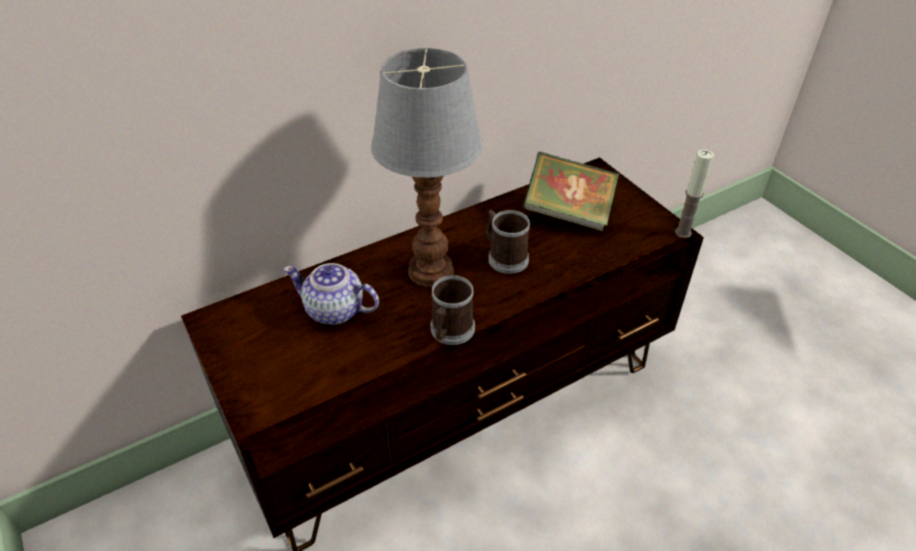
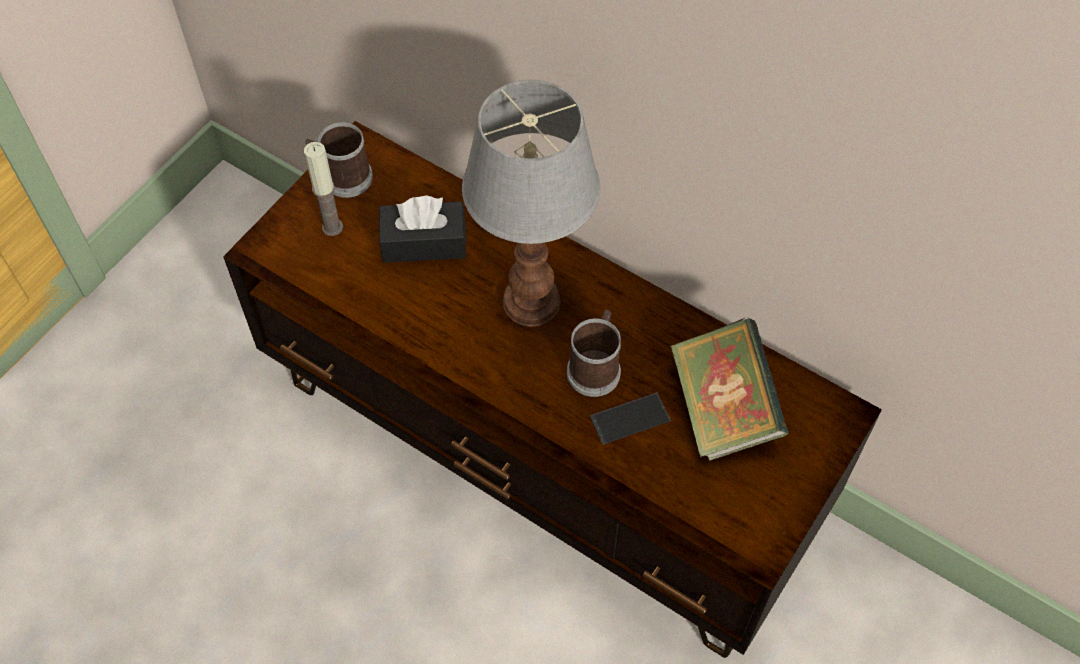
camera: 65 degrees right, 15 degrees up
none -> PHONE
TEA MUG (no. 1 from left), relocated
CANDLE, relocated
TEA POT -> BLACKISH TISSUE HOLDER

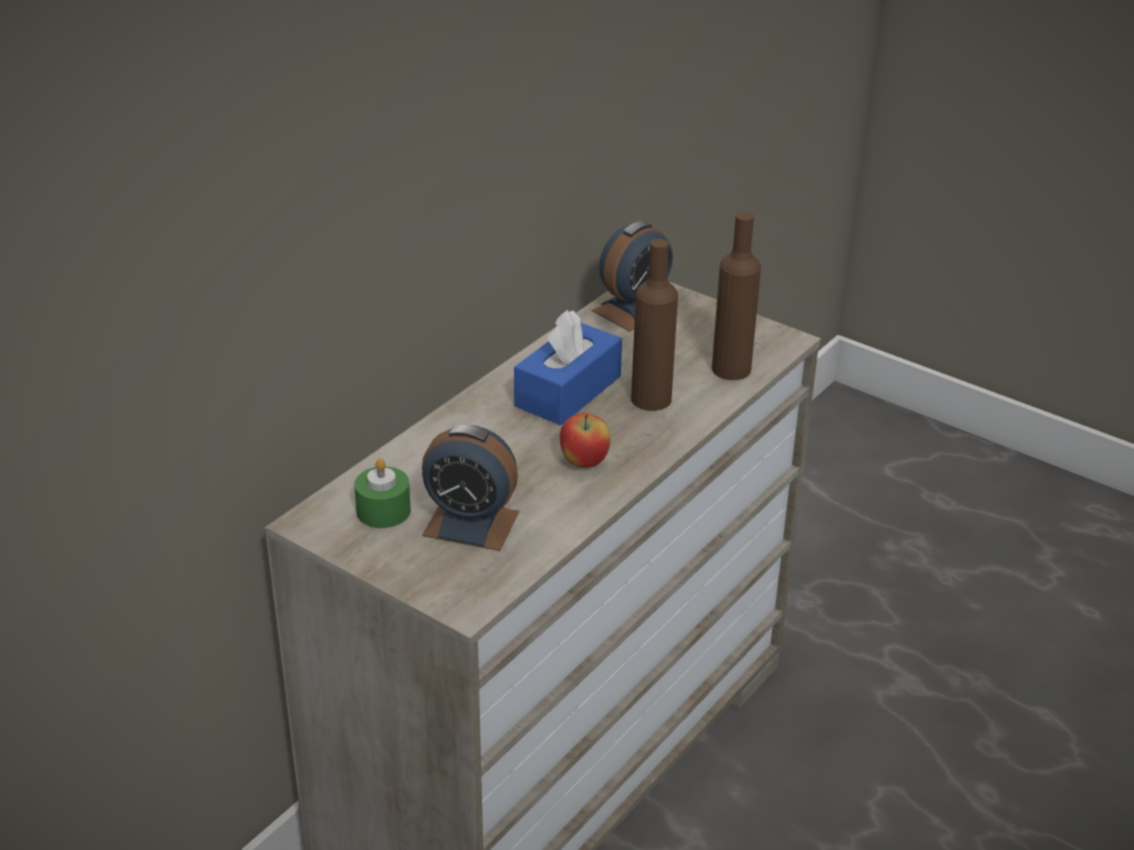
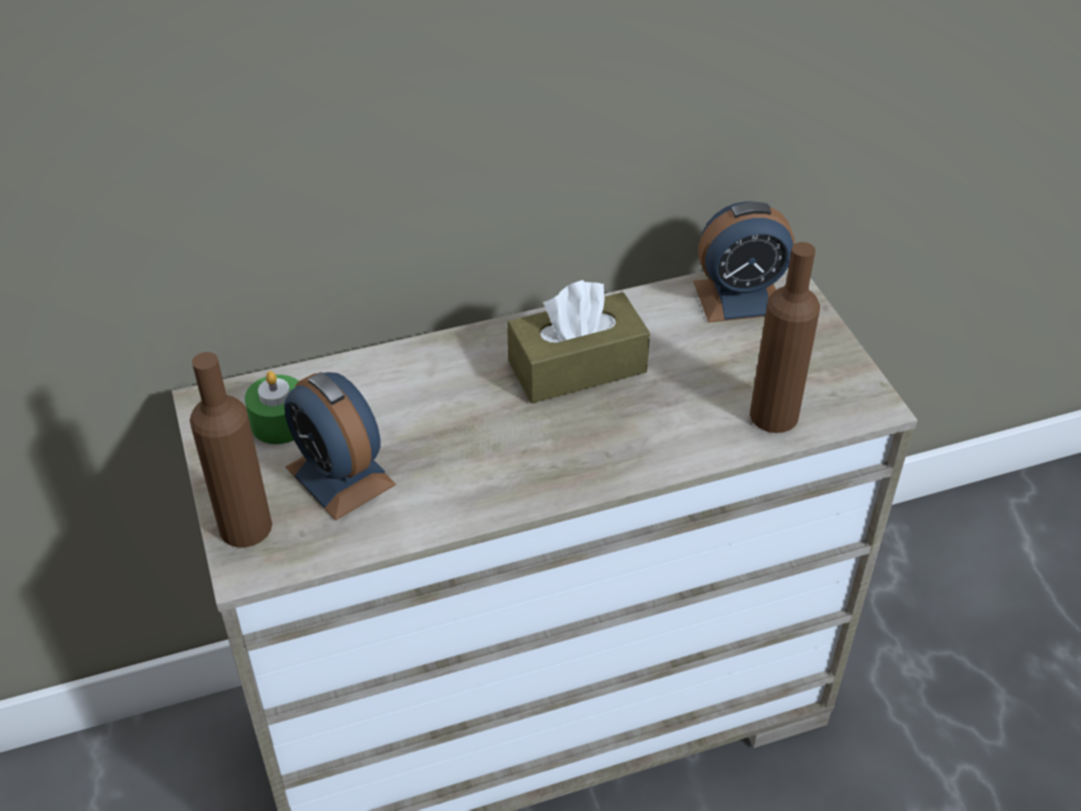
camera: 35 degrees right, 10 degrees up
WHOLE APPLE -> none
BROWN-COLOURED BOTTLE (no. 1 from left), relocated
BLUE-COLOURED TISSUE HOLDER -> BROWN-COLOURED TISSUE HOLDER

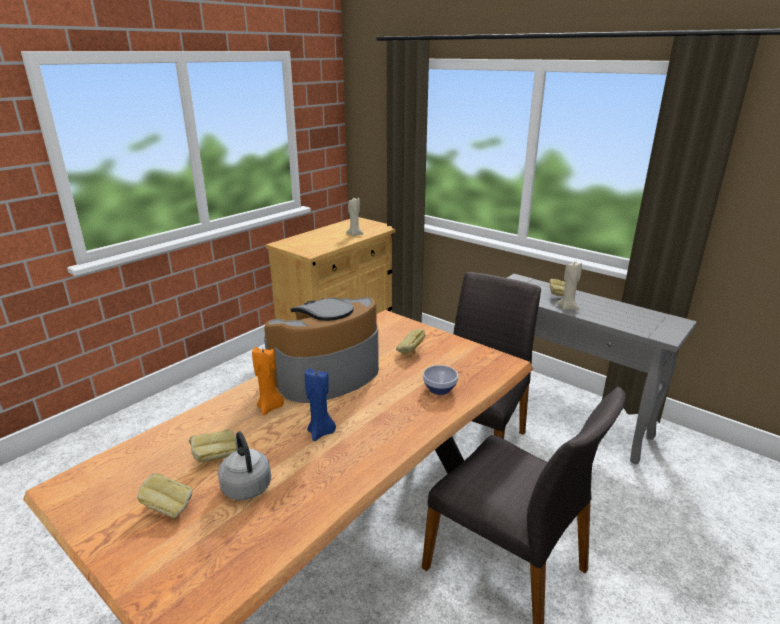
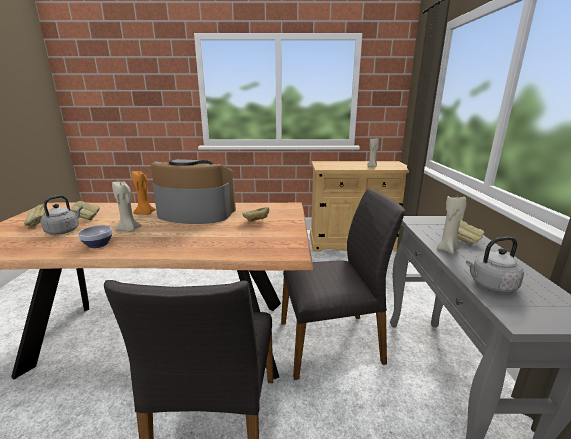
camera: 50 degrees right, 5 degrees down
none -> GREY TEA KETTLE (no. 2 from left)
DEEP DISH, relocated
BLUE-COLOURED CANDLE -> BEIGE CANDLE (no. 1 from left)

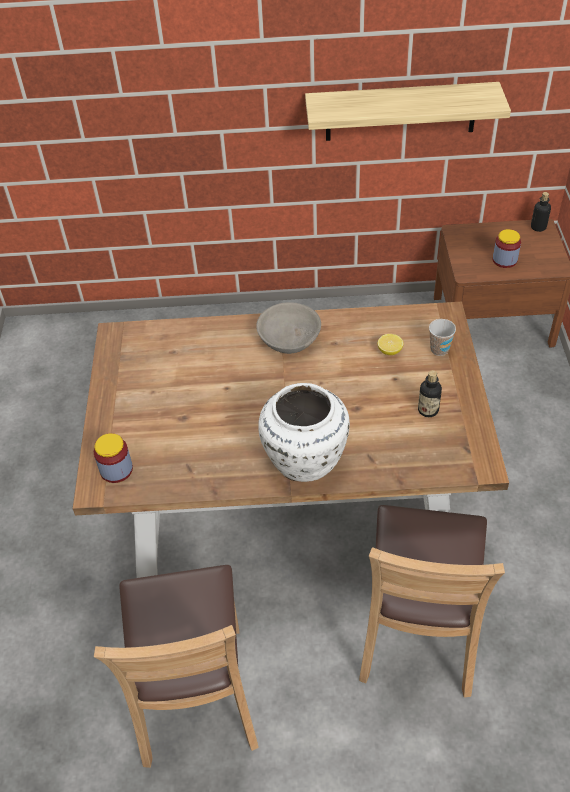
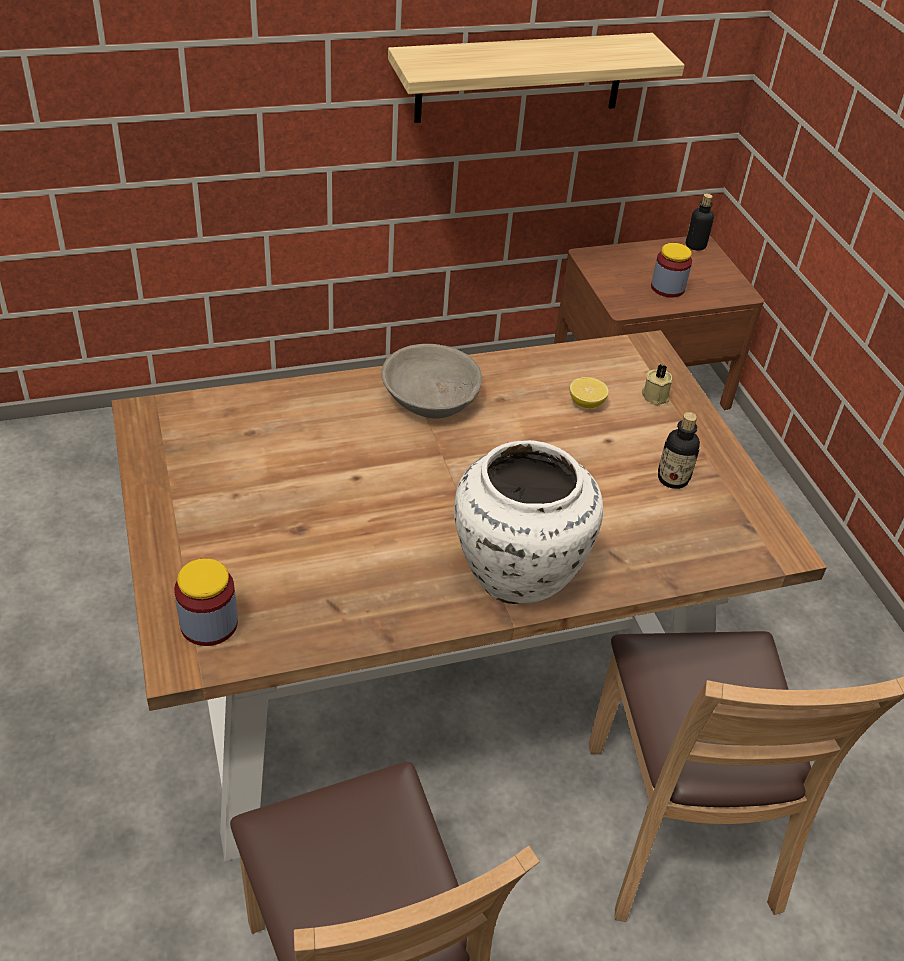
camera: 20 degrees left, 5 degrees down
DRINKING CUP -> BEIGE CANDLE

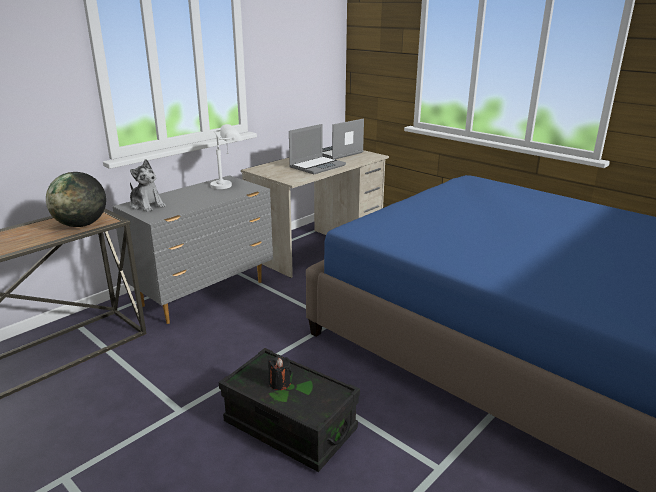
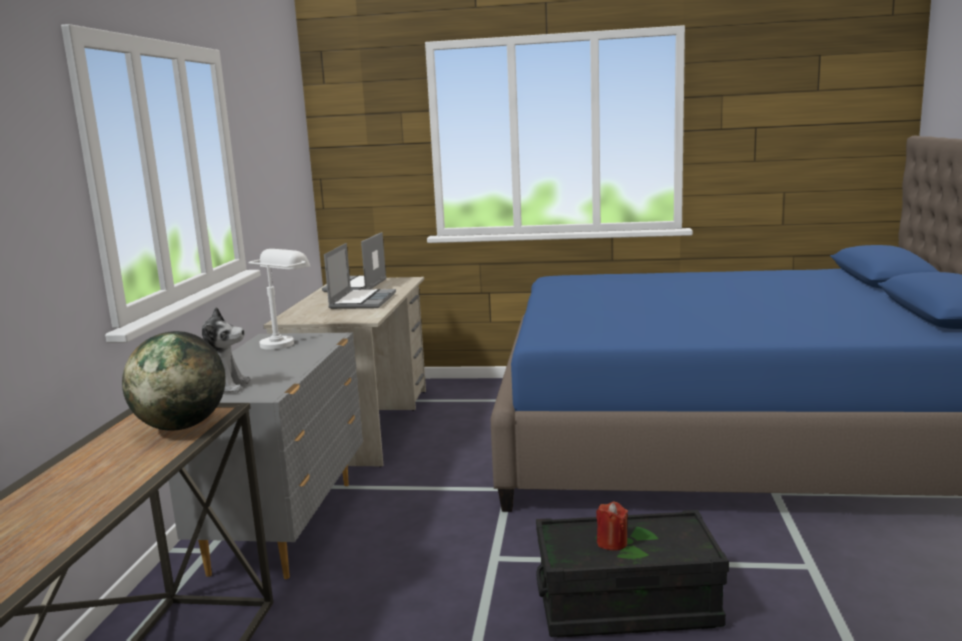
camera: 35 degrees left, 10 degrees down
BLACKISH CANDLE -> RED CANDLE

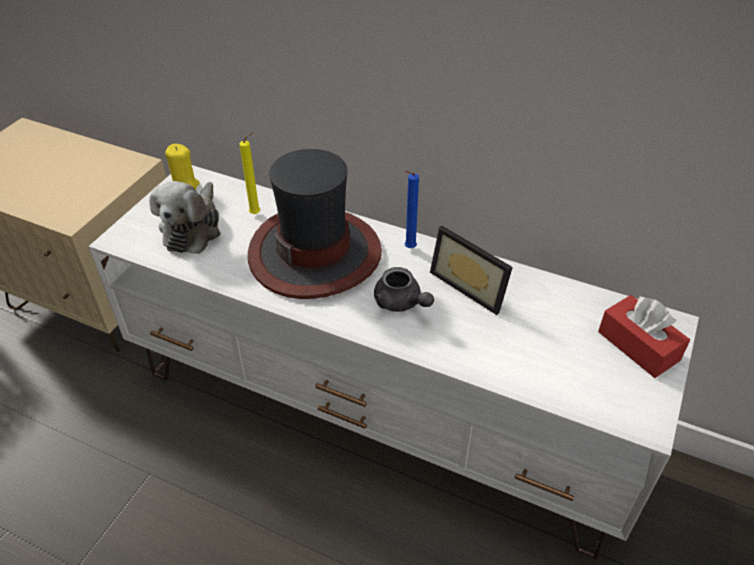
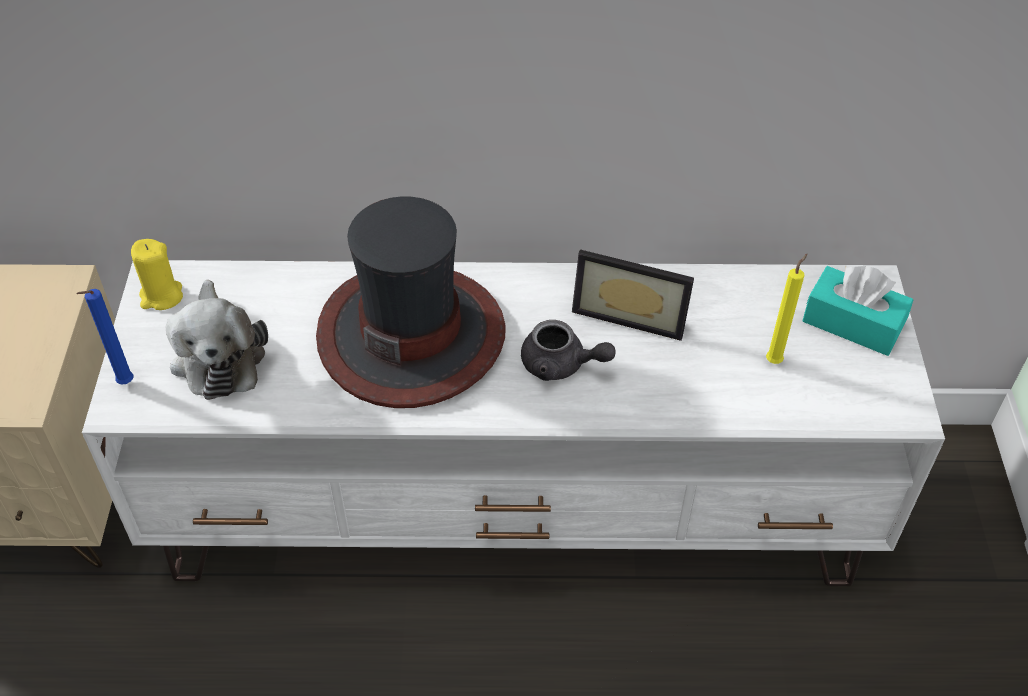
camera: 25 degrees left, 5 degrees up
YELLOW CANDLE (no. 2 from left), relocated
BLUE-COLOURED CANDLE, relocated
RED TISSUE HOLDER -> TURQUOISE TISSUE HOLDER

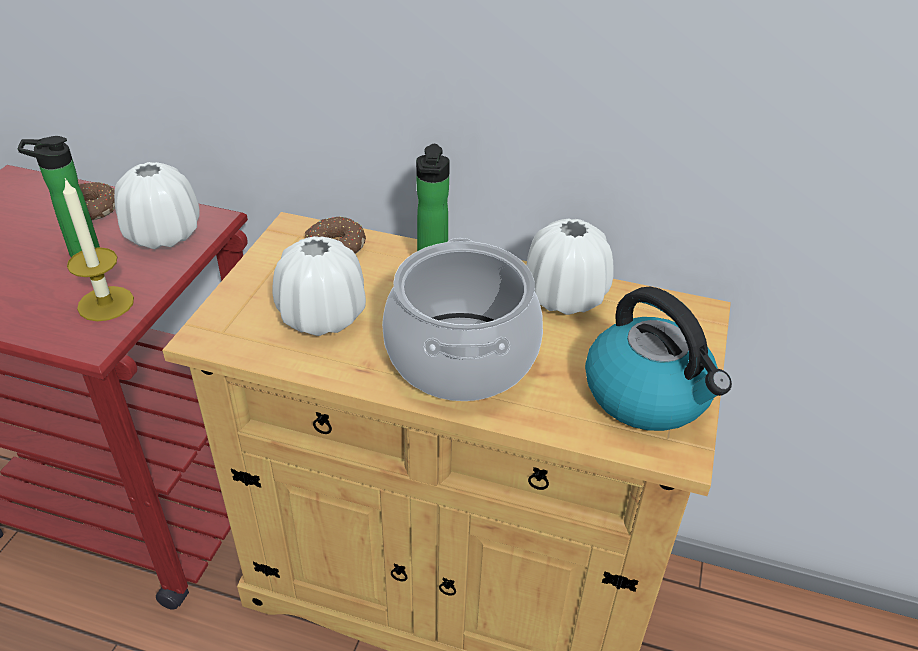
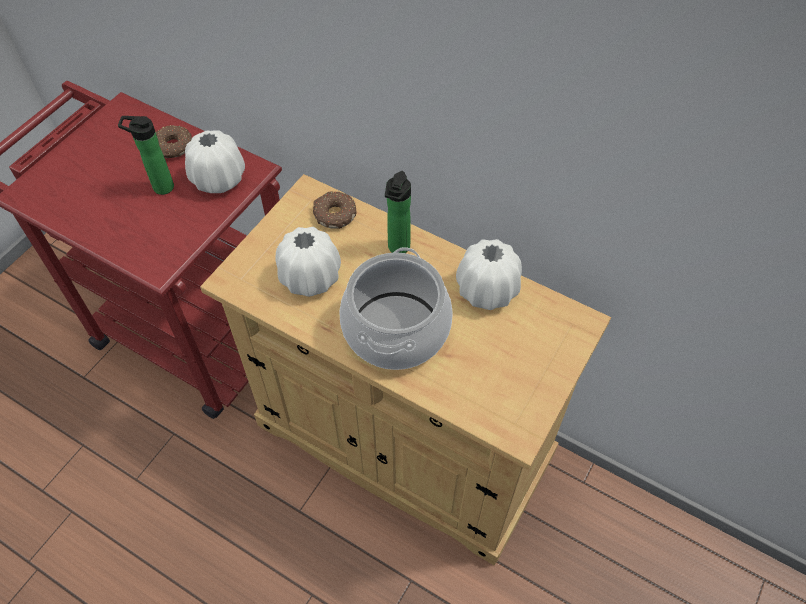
camera: 15 degrees right, 15 degrees up
CANDLE -> none
TEA KETTLE -> none

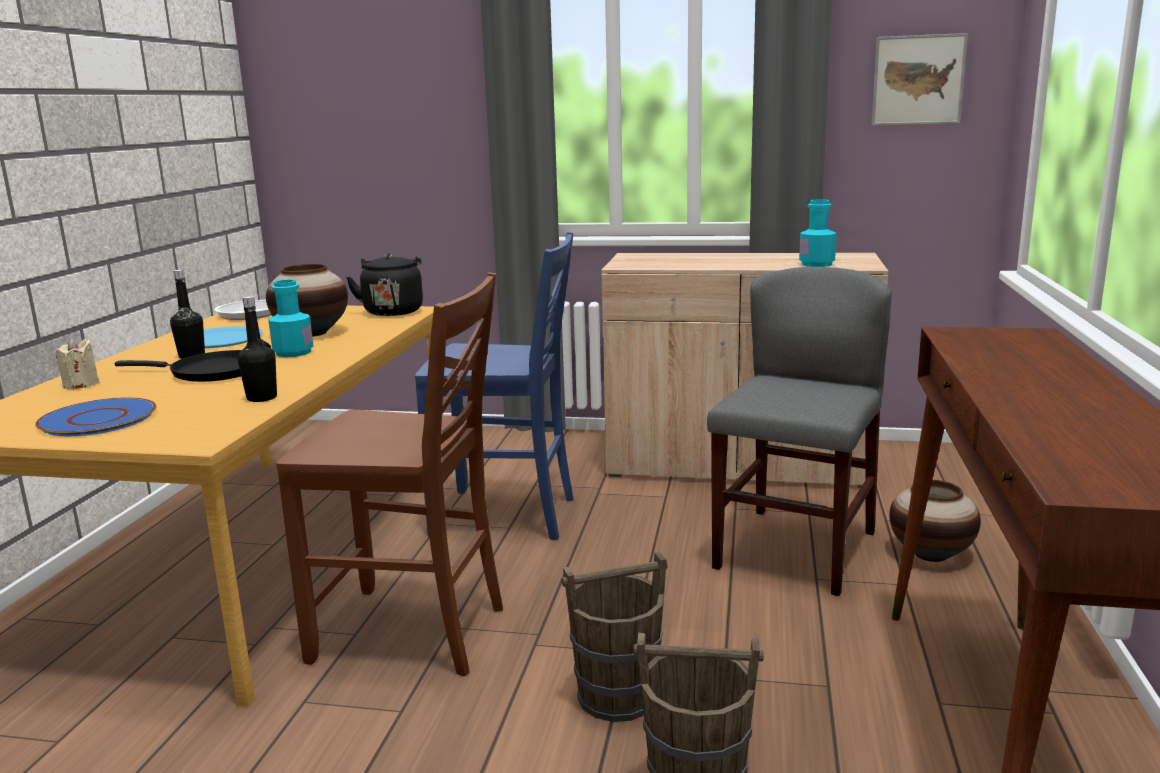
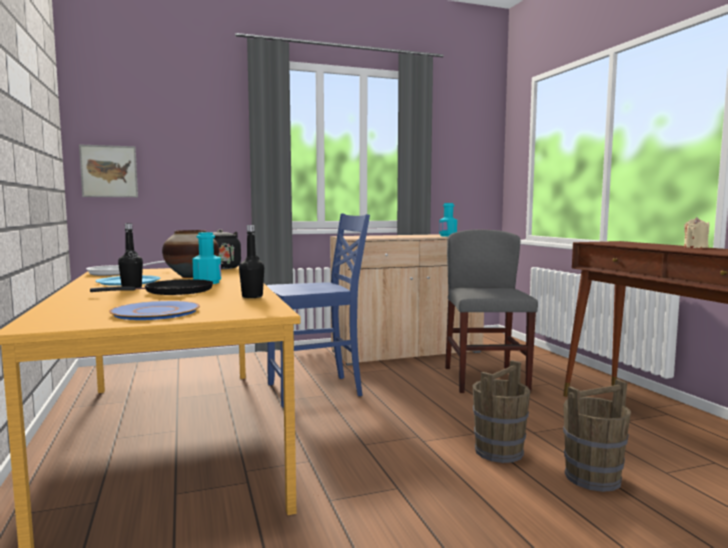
camera: 30 degrees left, 10 degrees down
BROWN-COLOURED UPRIGHT CHAIR -> none
DECORATIVE VASE (no. 2 from left) -> none
BEIGE CANDLE, relocated
WALL ART, relocated

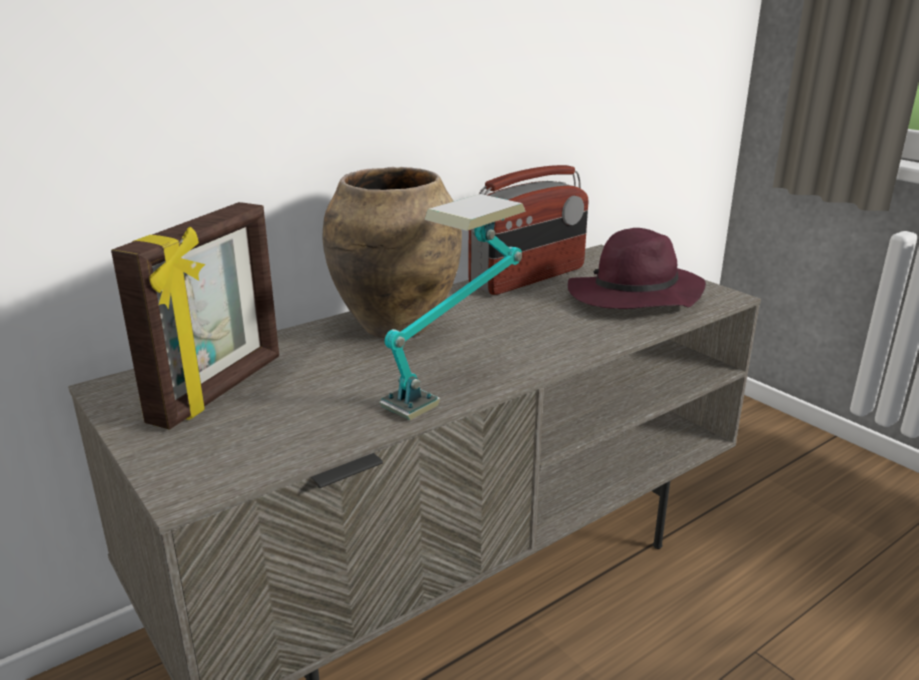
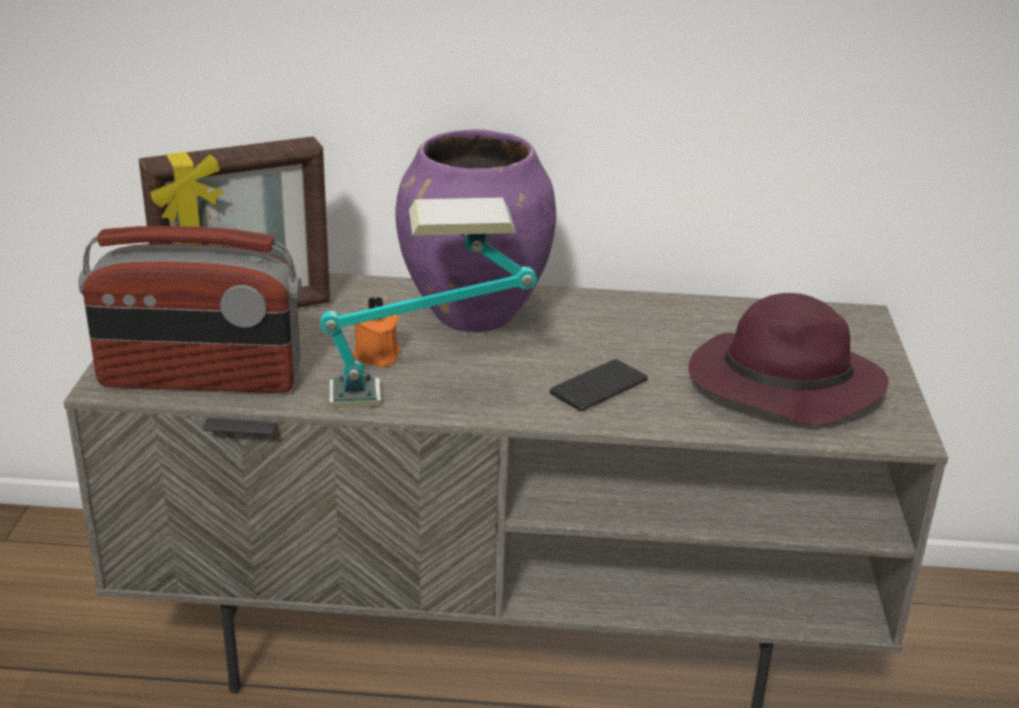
camera: 40 degrees right, 5 degrees up
none -> ORANGEY CANDLE
none -> PHONE
RADIO SET, relocated
BROWN-COLOURED DECORATIVE VASE -> PURPLE DECORATIVE VASE

